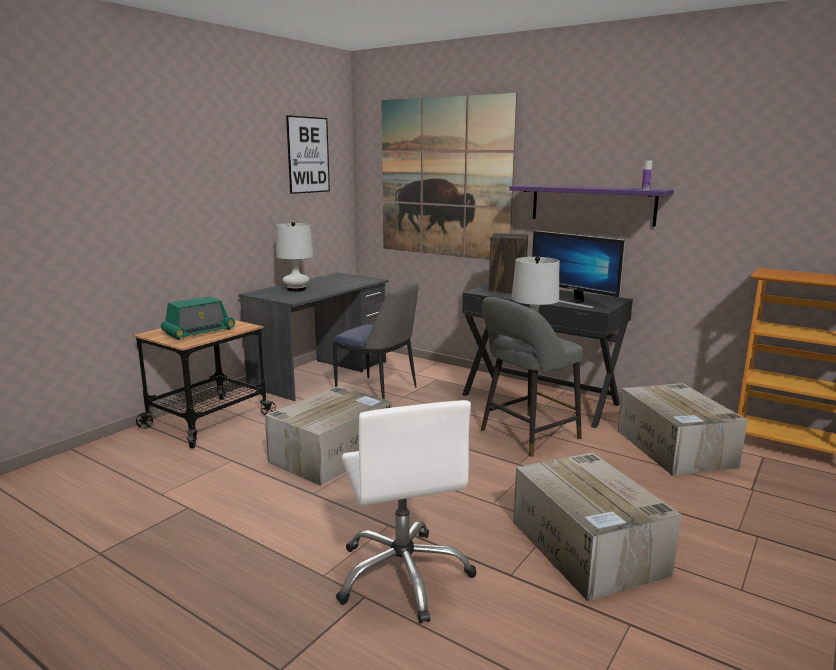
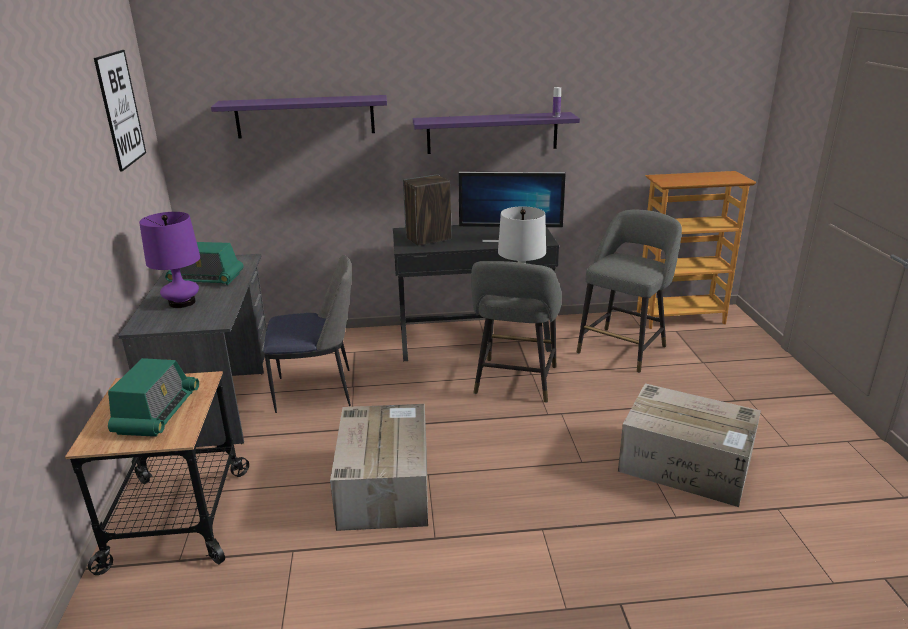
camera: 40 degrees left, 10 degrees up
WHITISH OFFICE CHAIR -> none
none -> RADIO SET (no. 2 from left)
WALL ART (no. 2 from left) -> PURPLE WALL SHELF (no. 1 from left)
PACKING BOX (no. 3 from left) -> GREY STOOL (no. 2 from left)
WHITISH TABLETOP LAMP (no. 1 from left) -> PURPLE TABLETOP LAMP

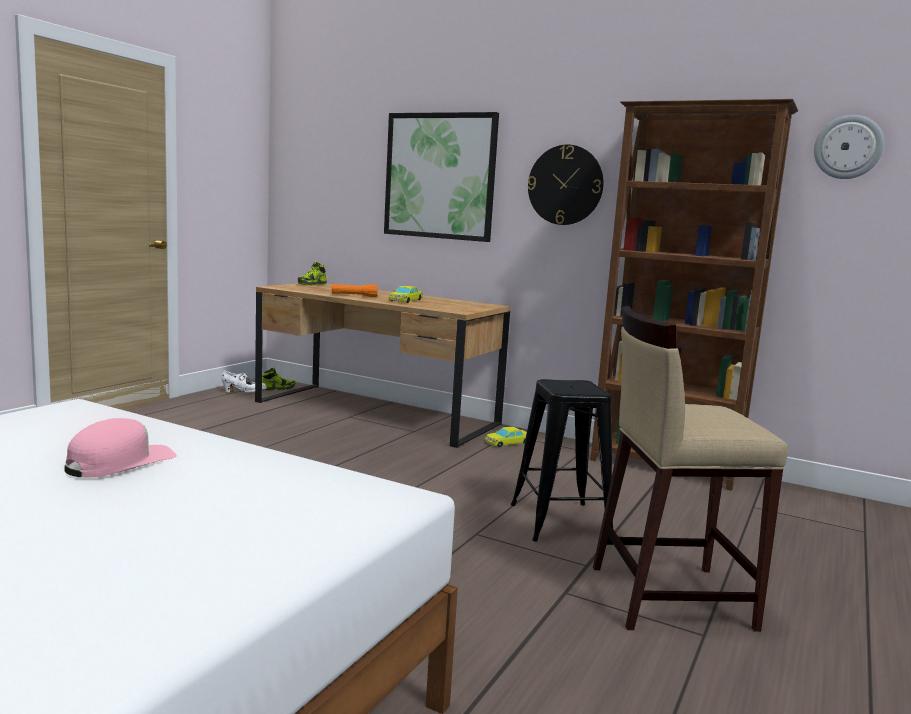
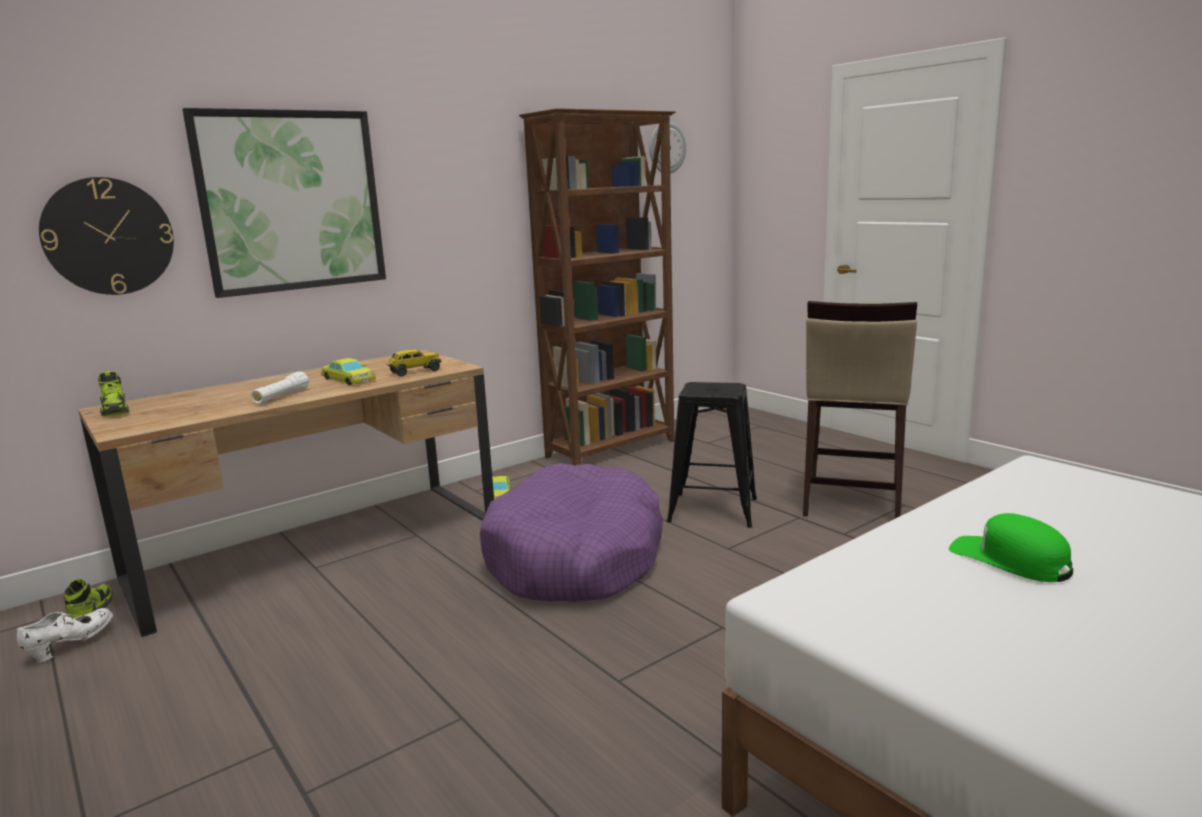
camera: 65 degrees left, 5 degrees up
none -> MODEL TRUCK
none -> PURPLE PET BED
CLOCK ON THE WALL (no. 1 from left), relocated
PINK-COLOURED CAP -> GREEN CAP
ORANGEY FLASHLIGHT -> WHITISH FLASHLIGHT

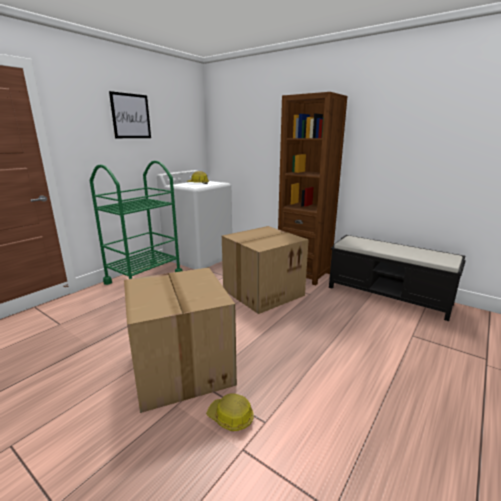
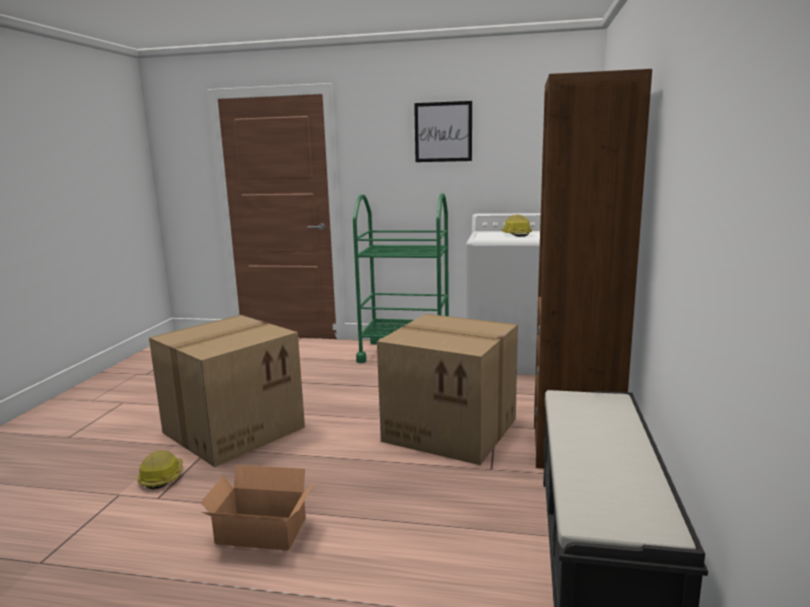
camera: 65 degrees right, 5 degrees down
none -> PACKING BOX (no. 2 from left)

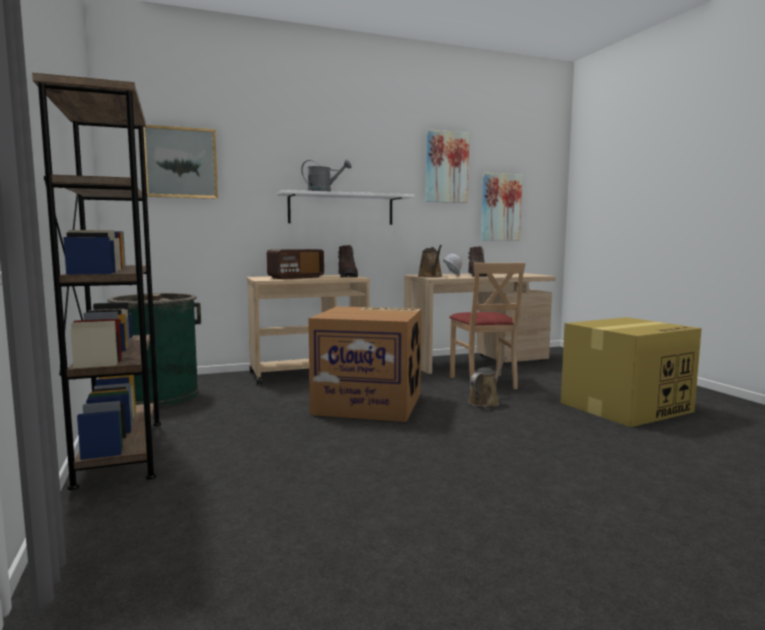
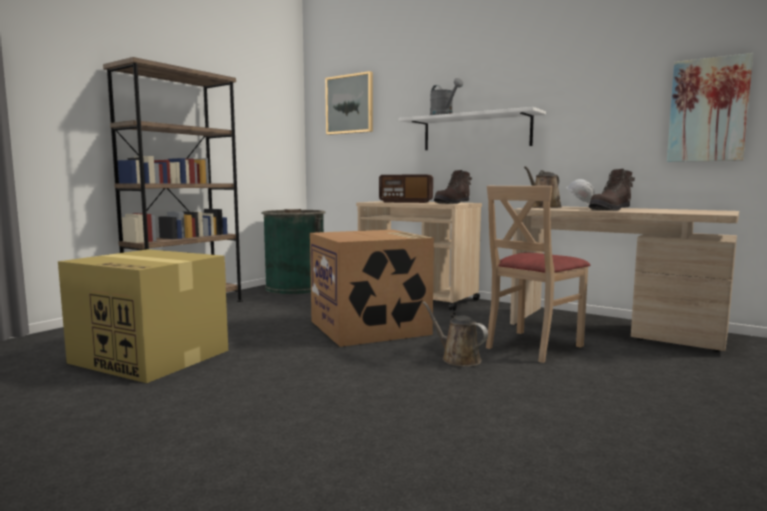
camera: 55 degrees right, 0 degrees up
WALL ART (no. 2 from left) -> none
PACKING BOX (no. 2 from left in the first image) -> PACKING BOX (no. 1 from left), relocated
BROWN-COLOURED WATERING CAN (no. 2 from left in the first image) -> BROWN-COLOURED WATERING CAN (no. 1 from left), 135 degrees counterclockwise

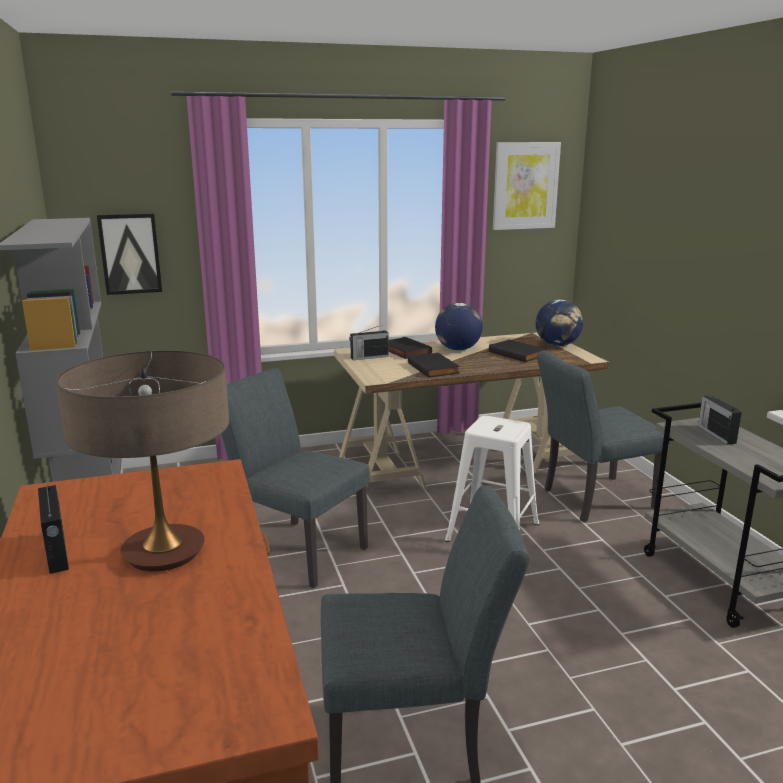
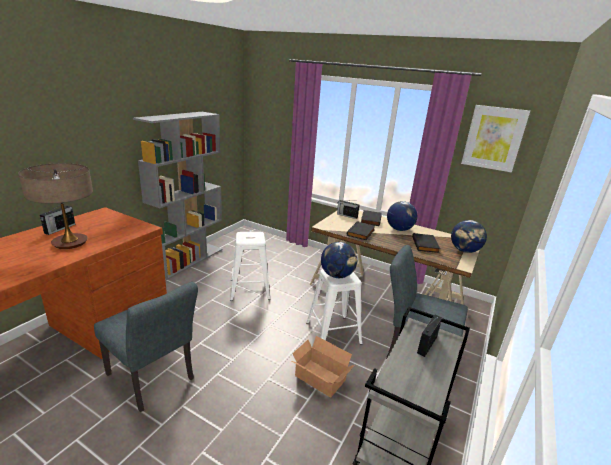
camera: 45 degrees right, 5 degrees up
WALL ART (no. 1 from left) -> none
none -> PACKING BOX
none -> WORLD GLOBE (no. 1 from left)
GREY UPRIGHT CHAIR (no. 1 from left) -> WHITISH STOOL (no. 1 from left)

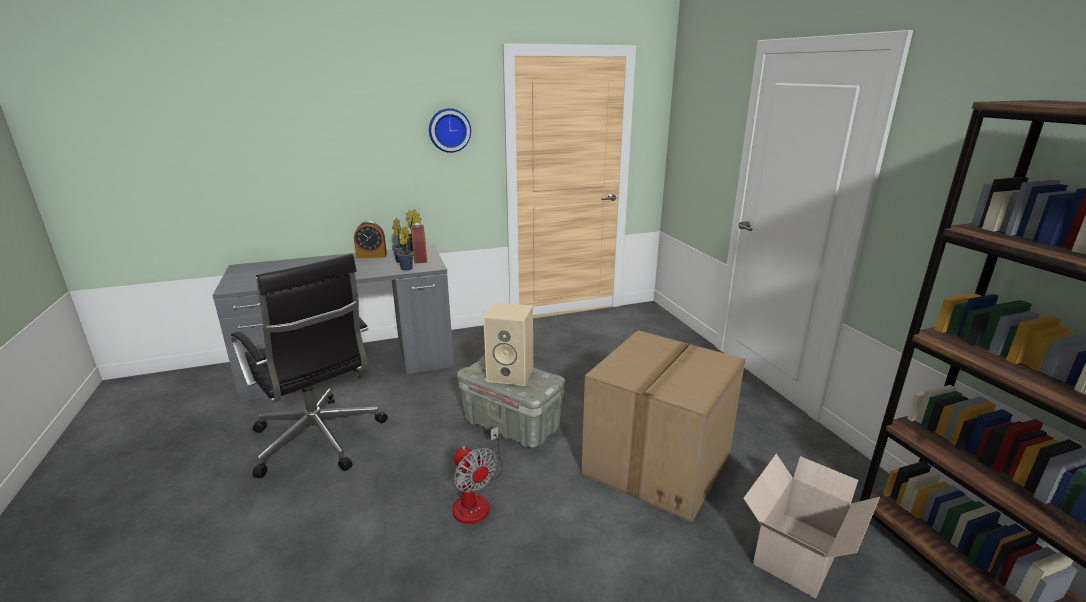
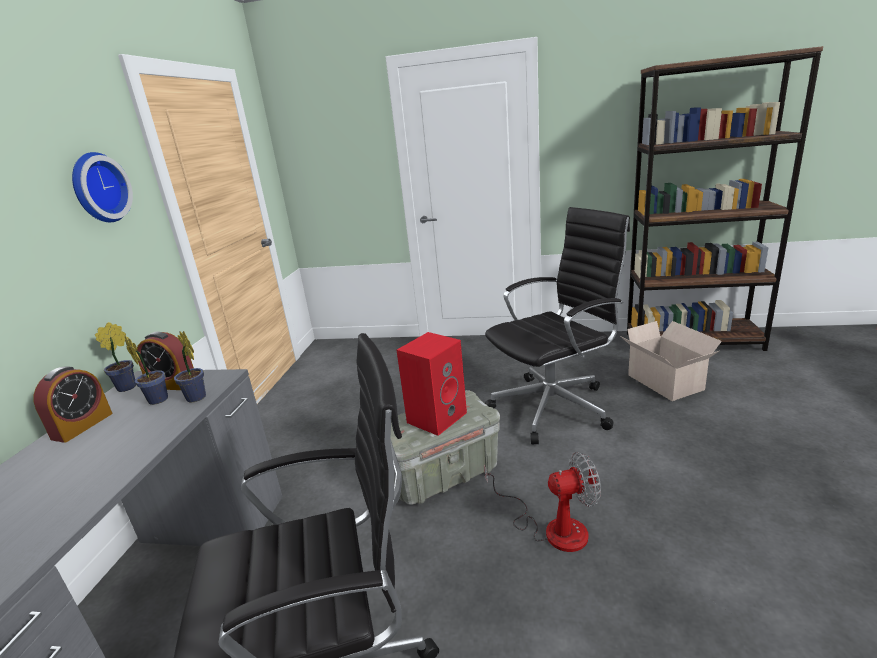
camera: 60 degrees left, 0 degrees up
PACKING BOX (no. 1 from left) -> BLACKISH OFFICE CHAIR (no. 2 from left)
BEIGE SPEAKER -> RED SPEAKER

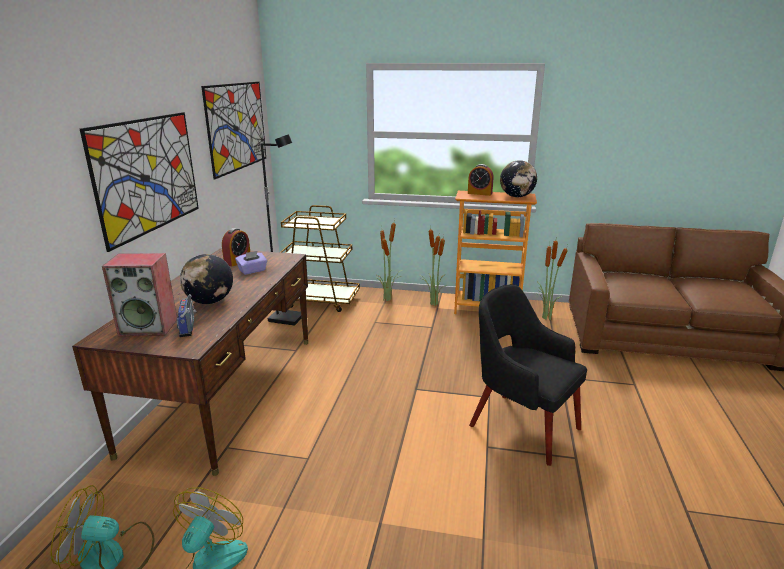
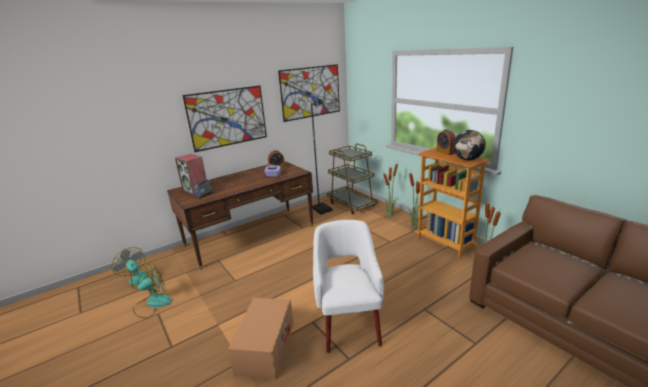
camera: 45 degrees right, 0 degrees up
WORLD GLOBE (no. 1 from left) -> none
none -> PACKING BOX
BLACKISH ARMCHAIR -> WHITISH ARMCHAIR

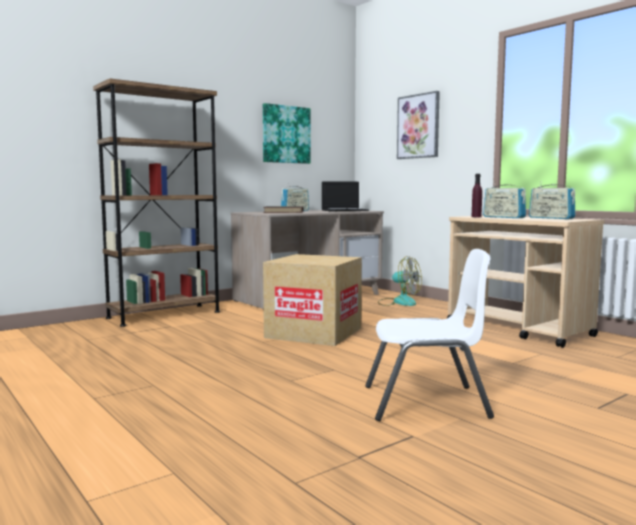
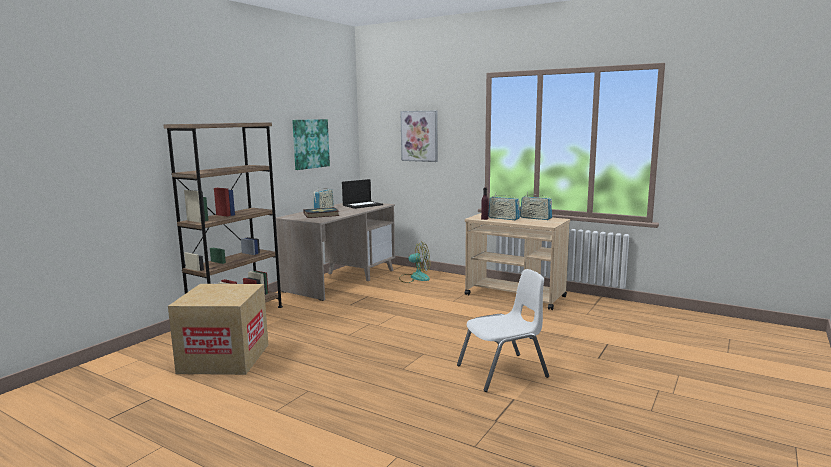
camera: 20 degrees left, 5 degrees up
PACKING BOX, relocated

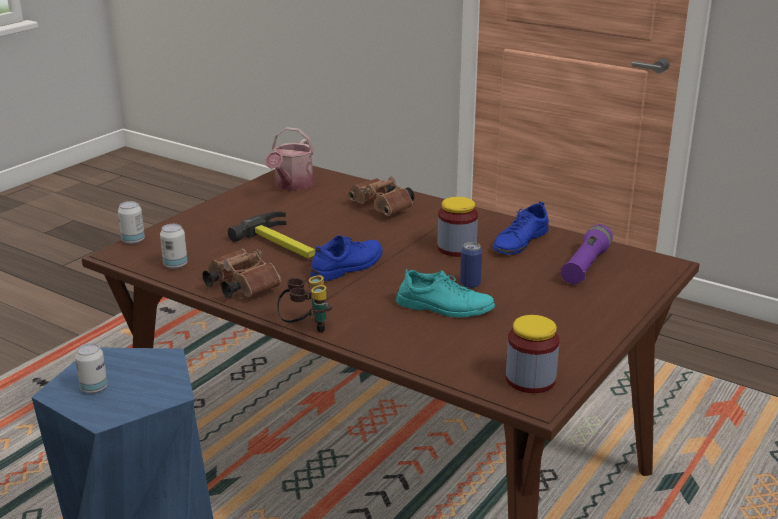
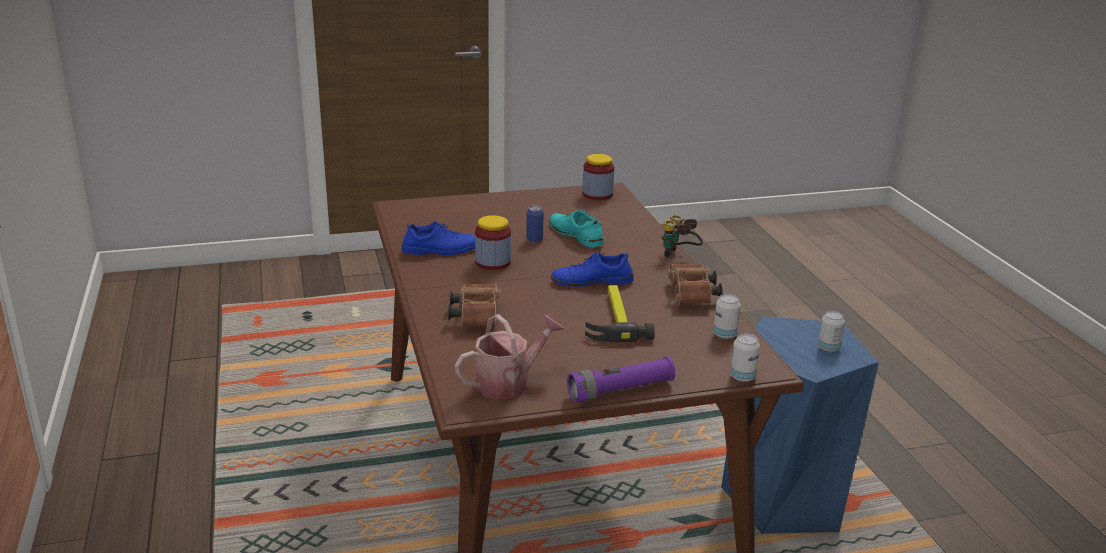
camera: 140 degrees left, 0 degrees up
PURPLE FLASHLIGHT, relocated

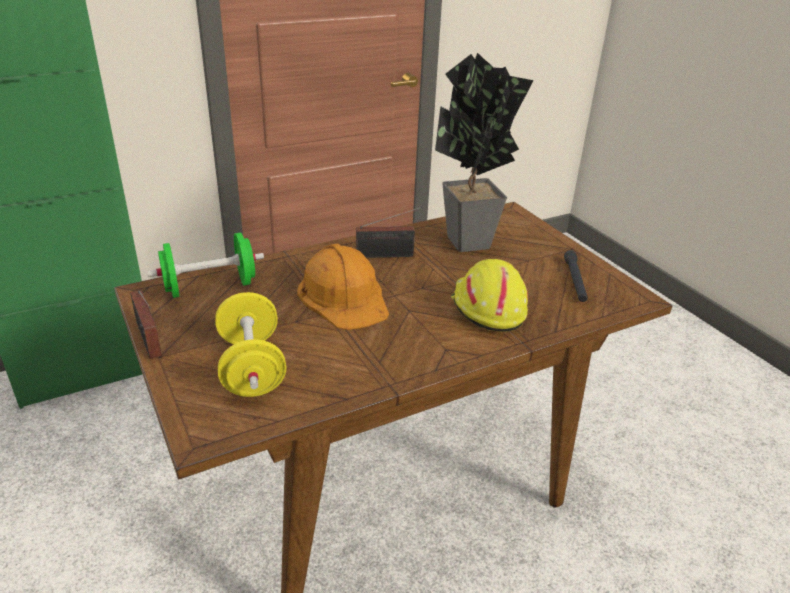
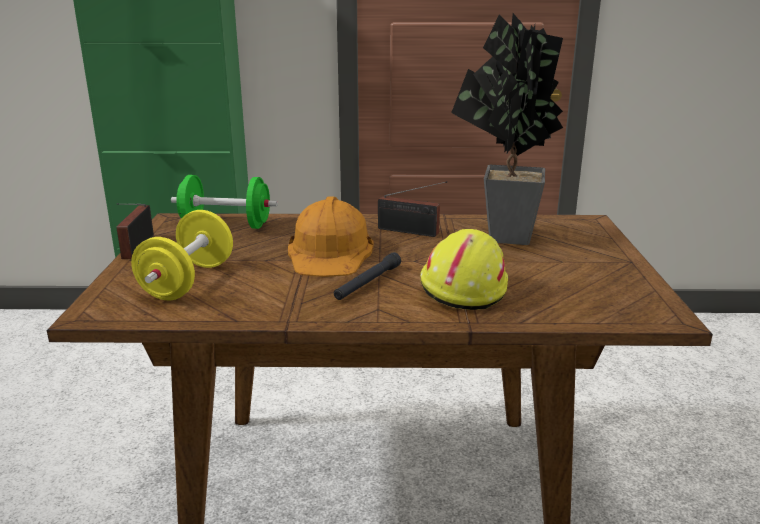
camera: 30 degrees right, 10 degrees down
BLACKISH FLASHLIGHT, relocated

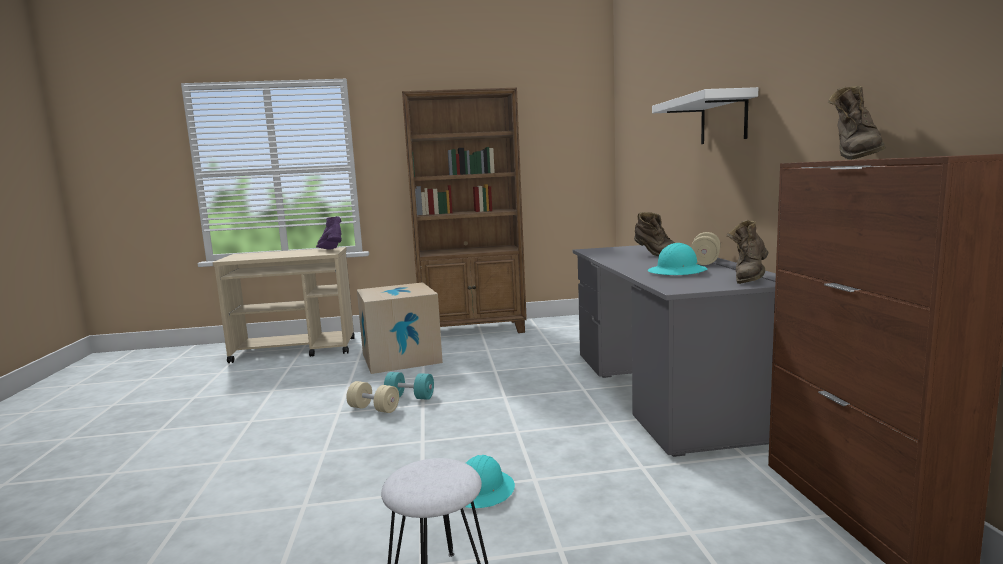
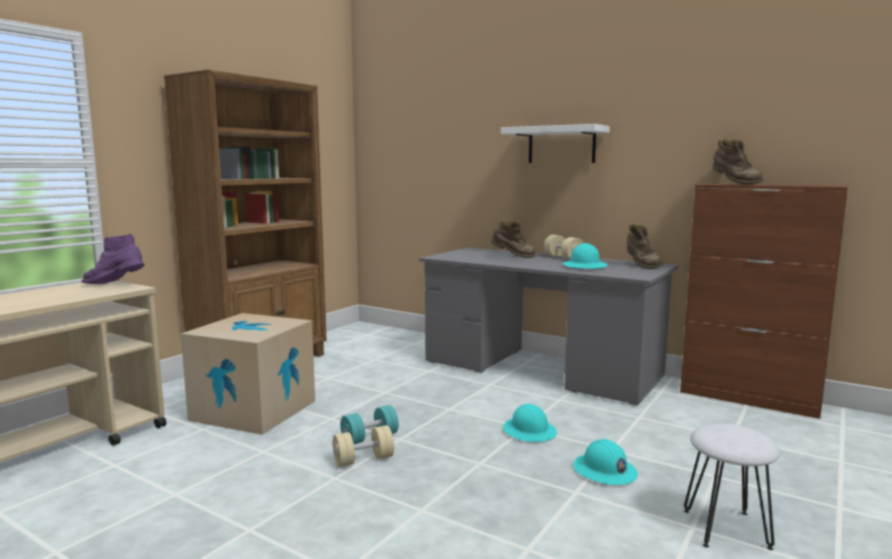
camera: 50 degrees left, 0 degrees up
none -> TURQUOISE HARD HAT (no. 1 from left)

